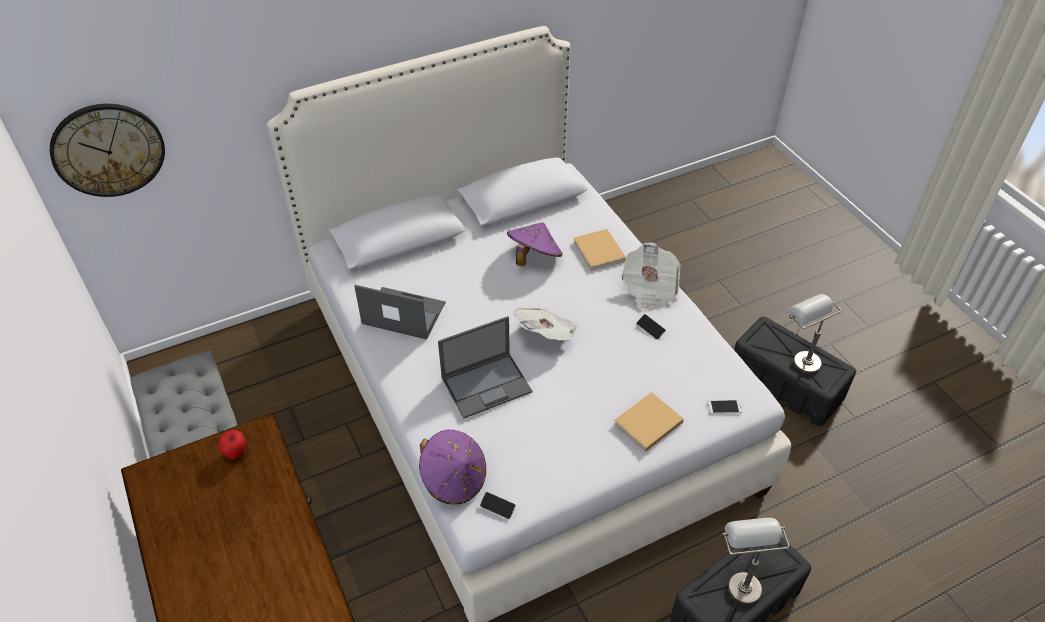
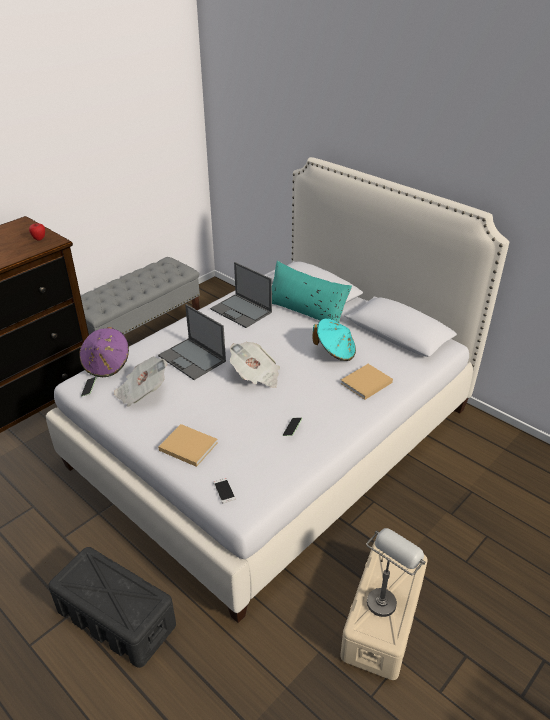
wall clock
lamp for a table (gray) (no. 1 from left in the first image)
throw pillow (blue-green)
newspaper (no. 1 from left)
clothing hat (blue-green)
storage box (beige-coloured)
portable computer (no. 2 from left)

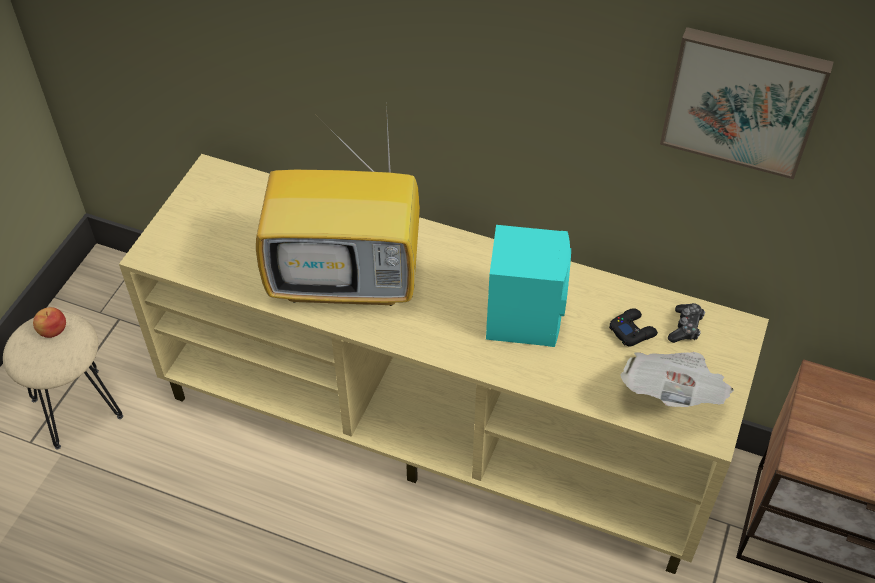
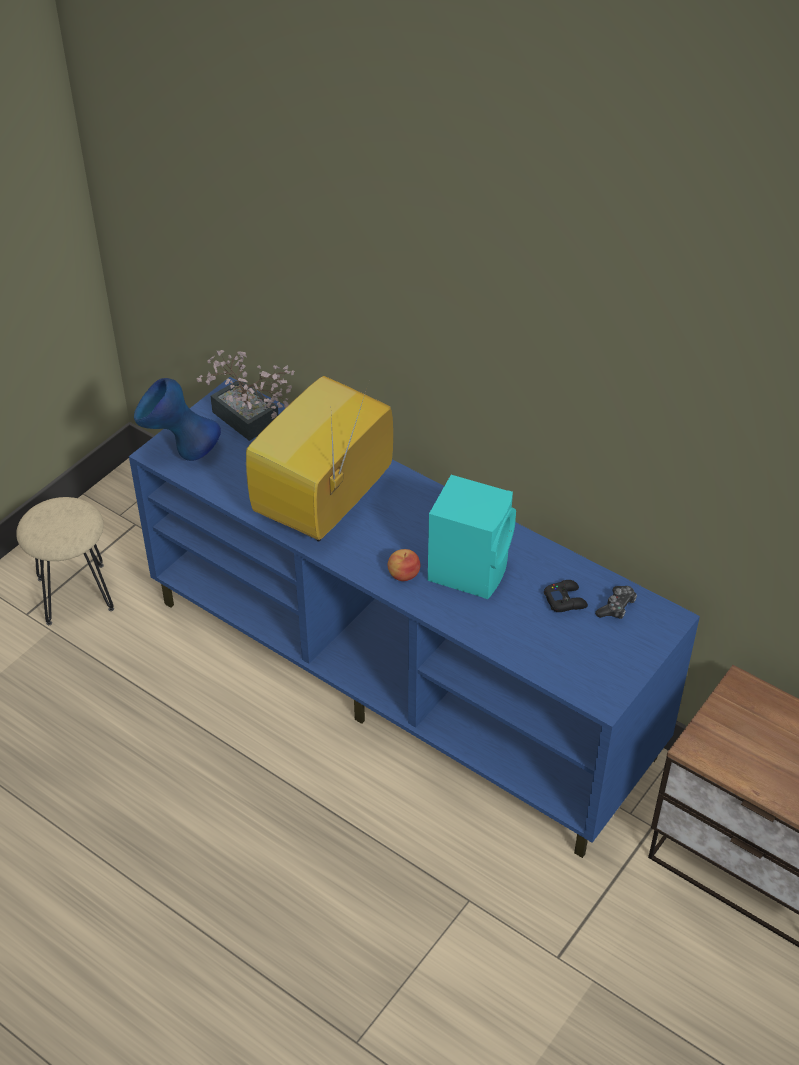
newspaper
wall picture
flower vase (bluish)
houseplant
apple fruit
tv stand (bluish)
TV

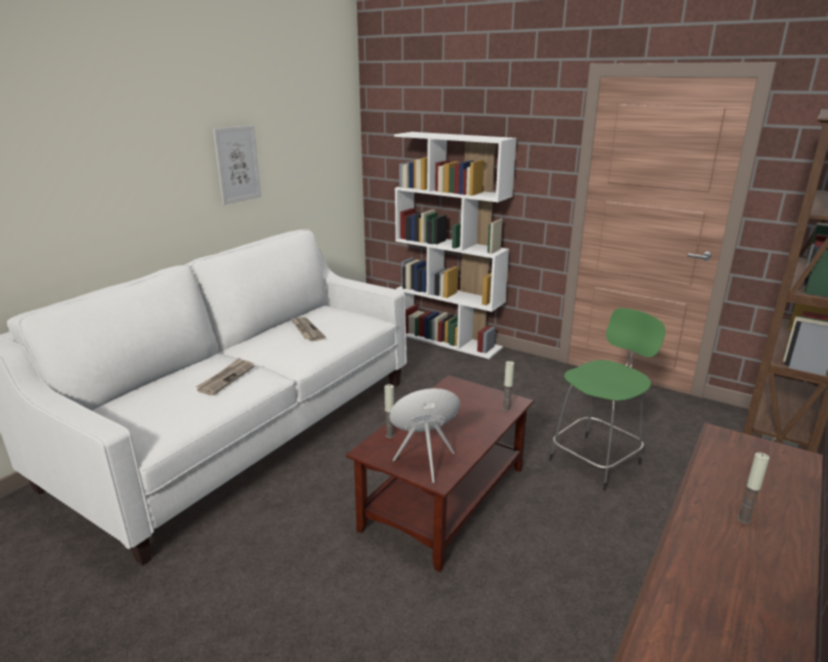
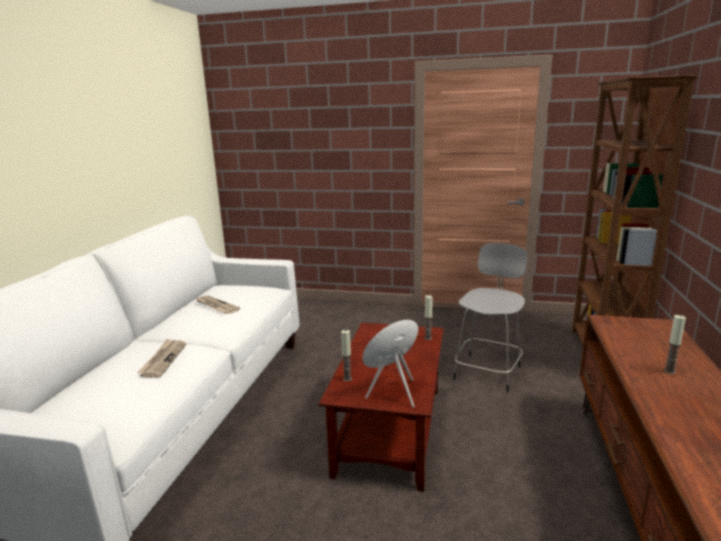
wall picture
bookshelf (white-coloured)
sitting stool (gray)

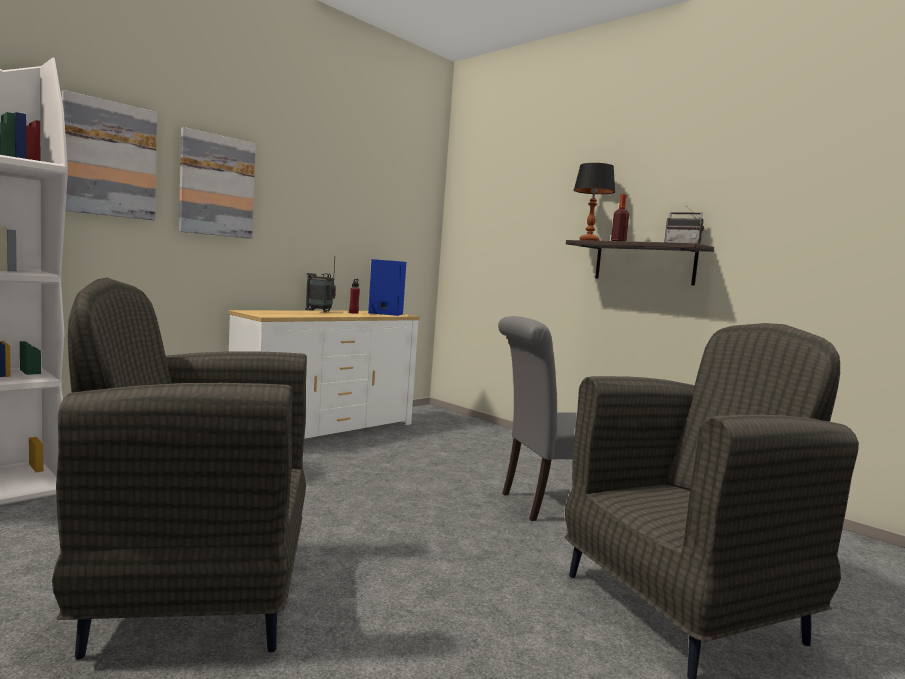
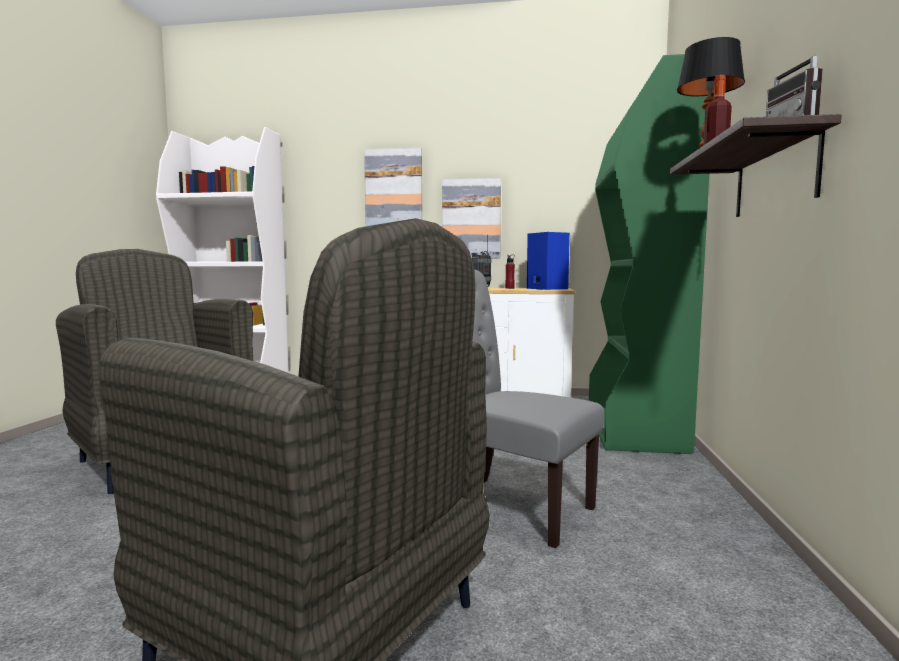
bookshelf (green)
wall picture (no. 2 from left)

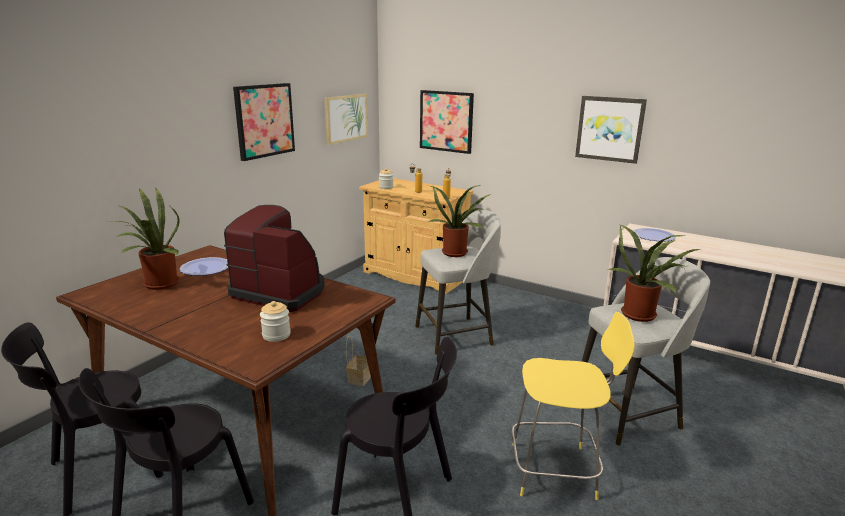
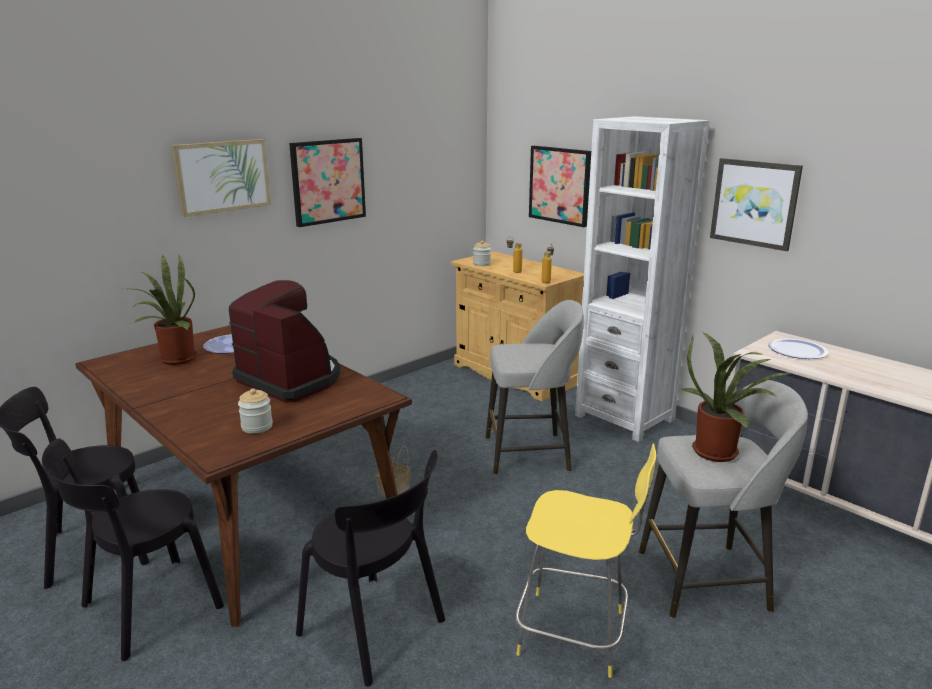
houseplant (no. 2 from left in the first image)
bookshelf (white-coloured)
wall picture (no. 1 from left)

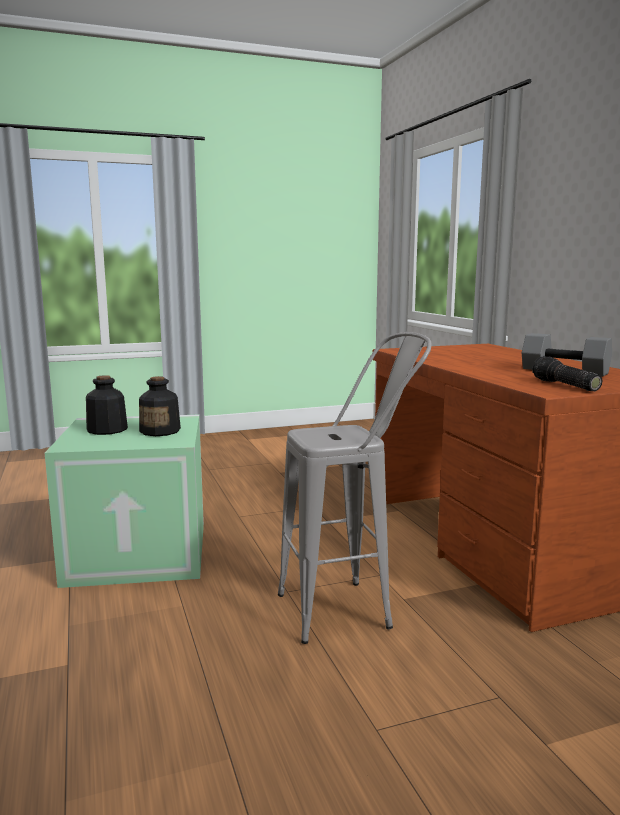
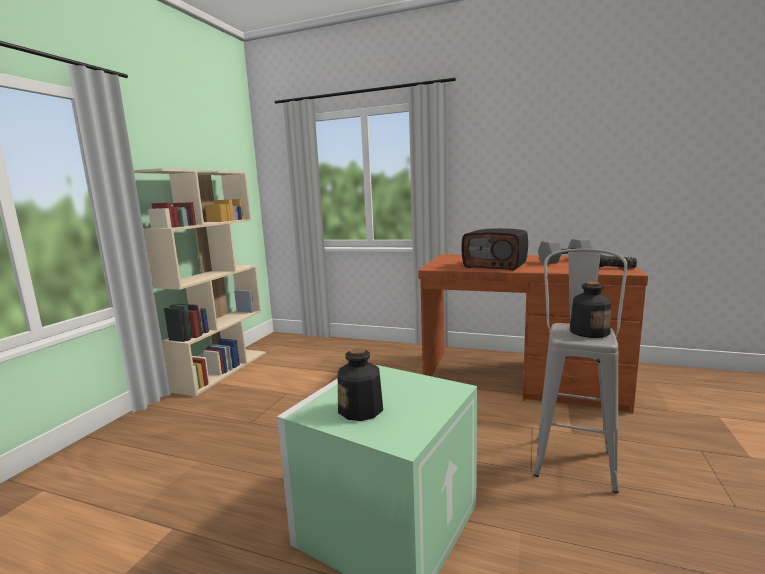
bookshelf (beige-coloured)
radio receiver
bottle (no. 2 from left)

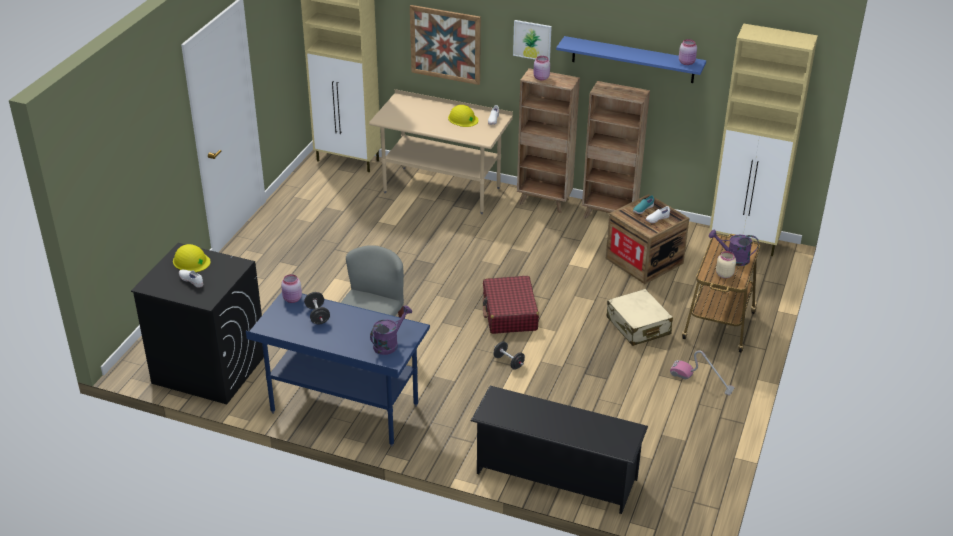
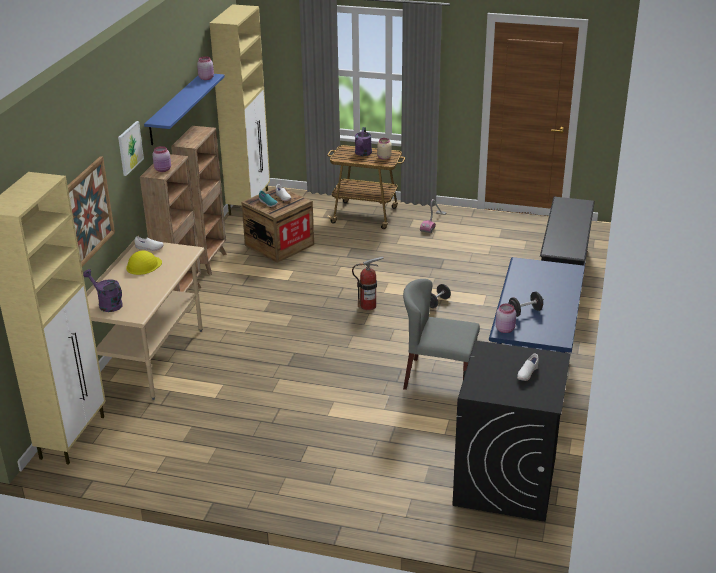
safety helmet (yellowish) (no. 1 from left in the first image)
piece of luggage (beige-coloured)
sprinkling can (purplish) (no. 1 from left)
extinguisher

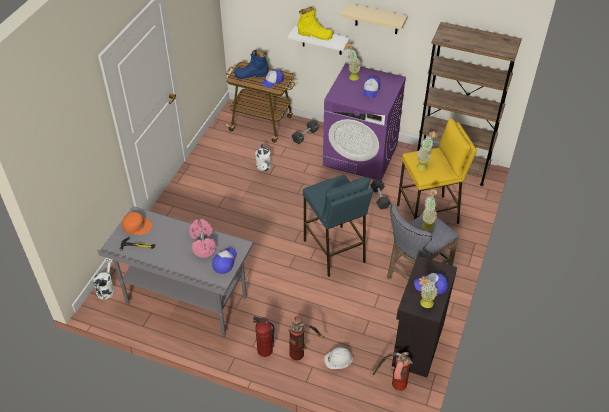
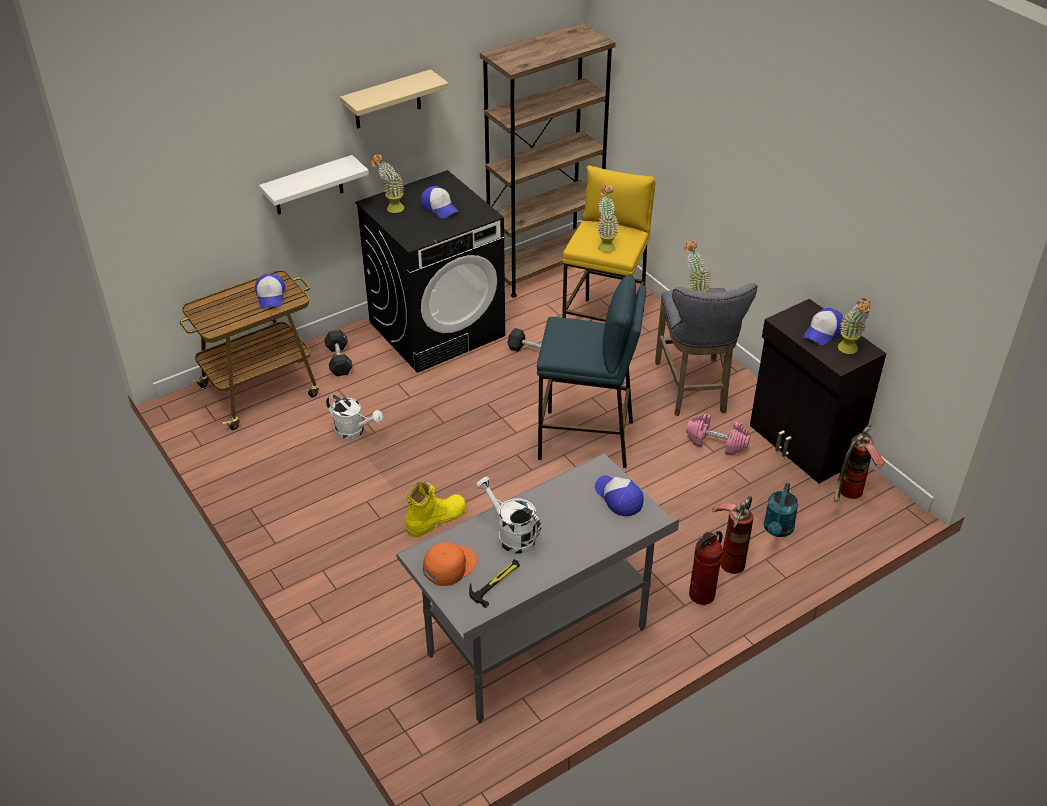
boot (bluish)
sprinkling can (white-coloured) (no. 2 from left)
hand weight (pink)
boot (yellowish)
sprinkling can (blue-green)
laundry machine (black-coloured)

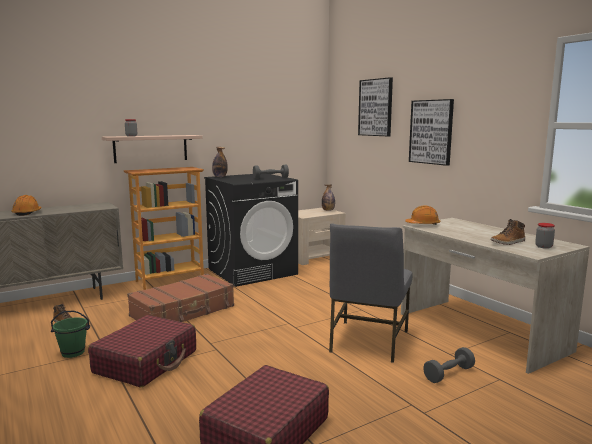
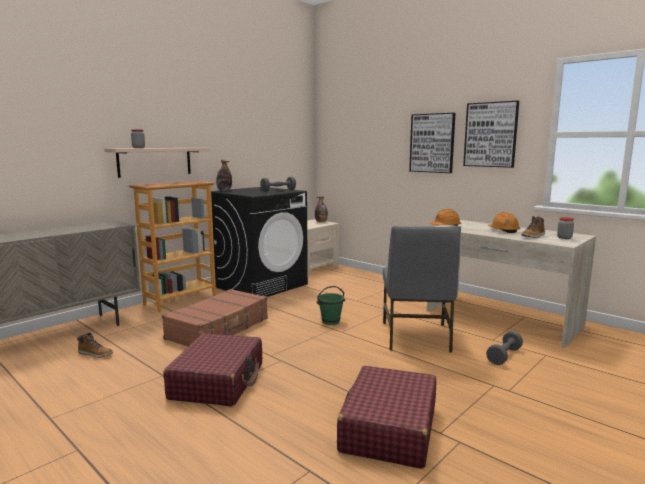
safety helmet (orange-coloured) (no. 2 from left)
water bucket (green)
wall picture (no. 2 from left)

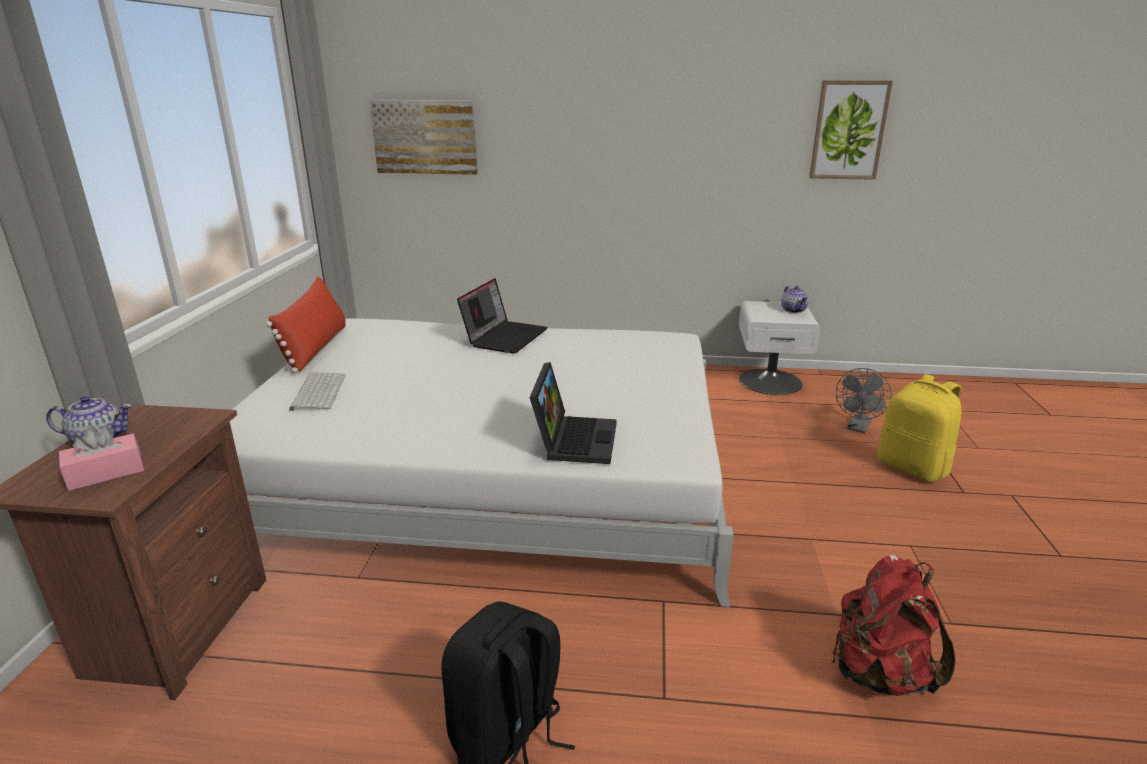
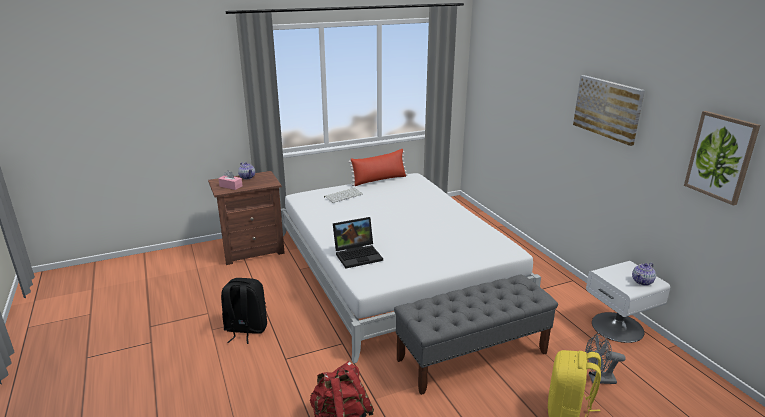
portable computer (no. 1 from left in the first image)
long seat (gray)
wall picture (no. 1 from left)

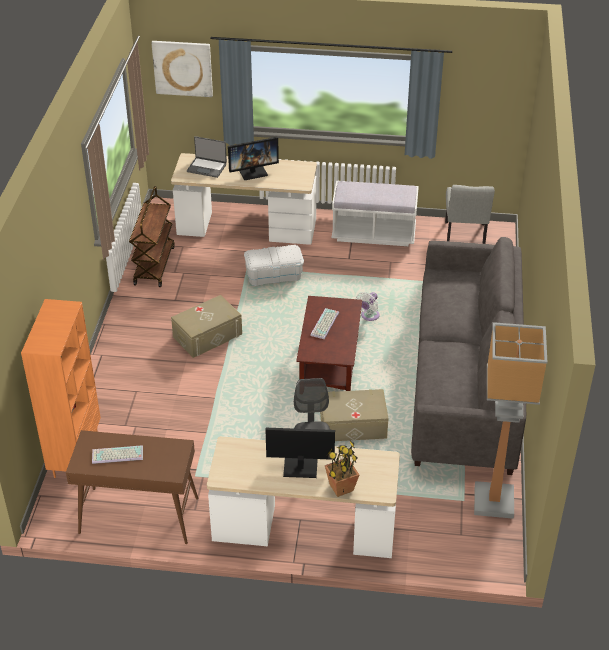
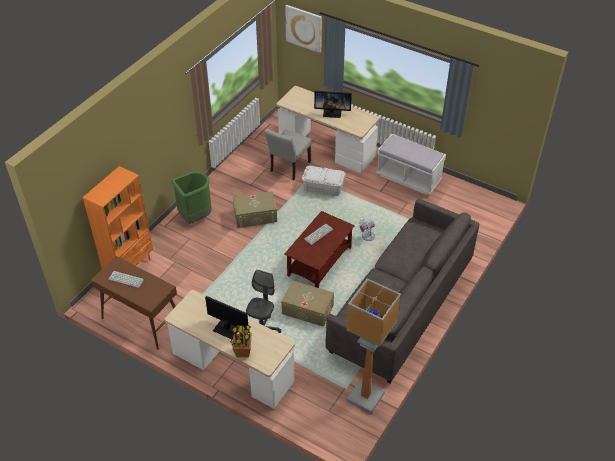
cart (brownish)
portable computer
waste bin (green)
plain chair (gray)

